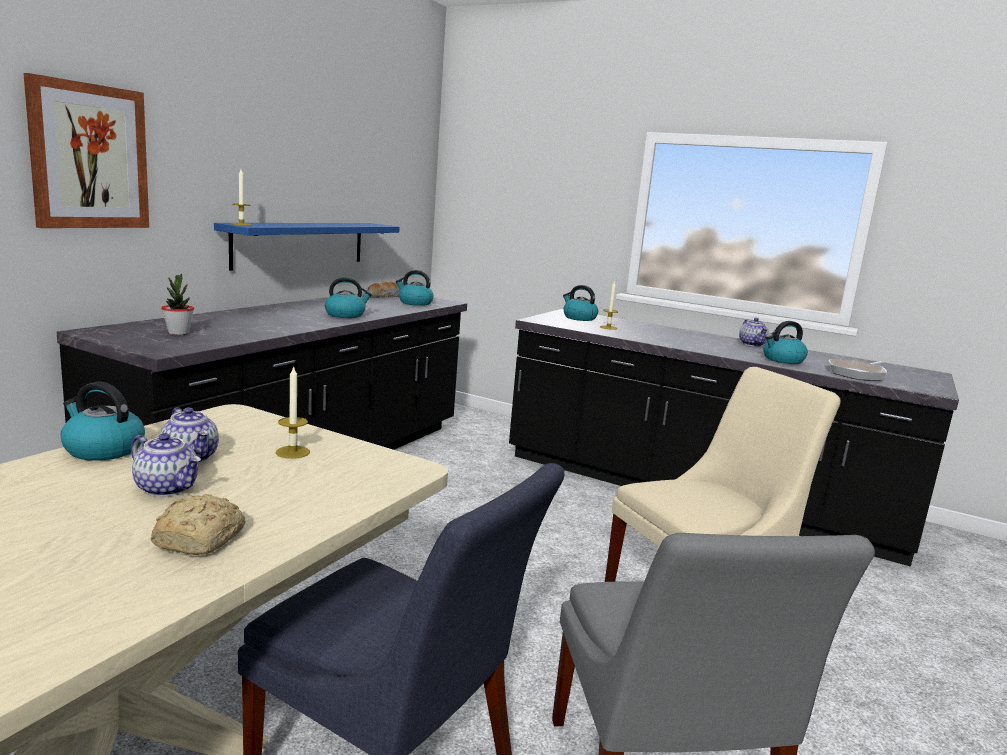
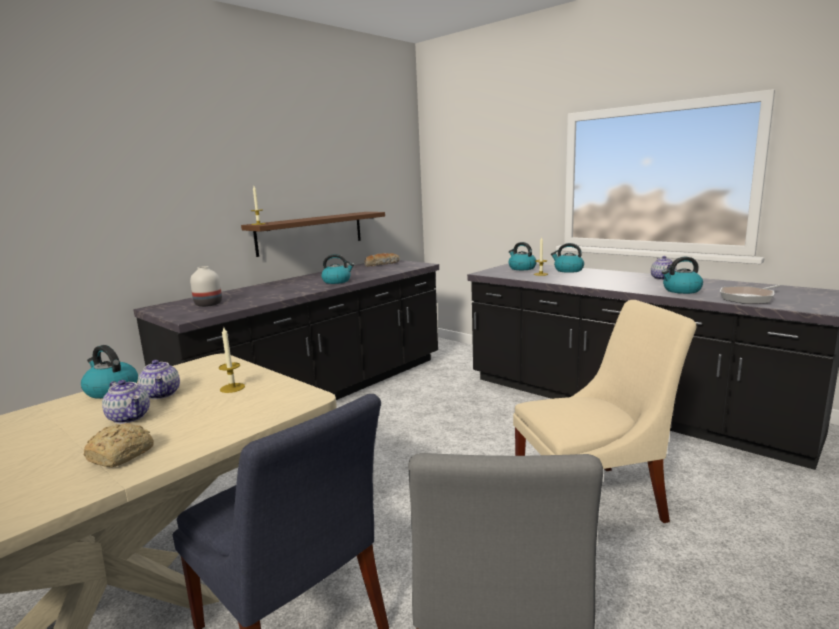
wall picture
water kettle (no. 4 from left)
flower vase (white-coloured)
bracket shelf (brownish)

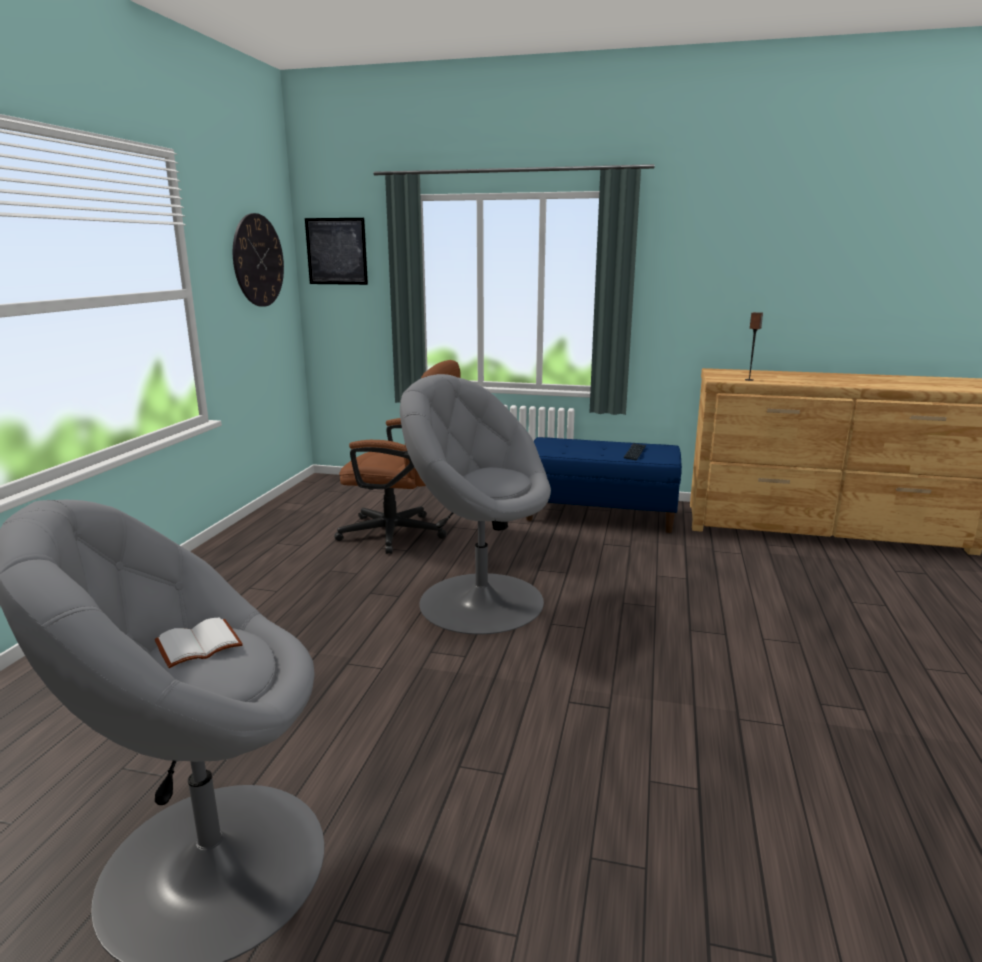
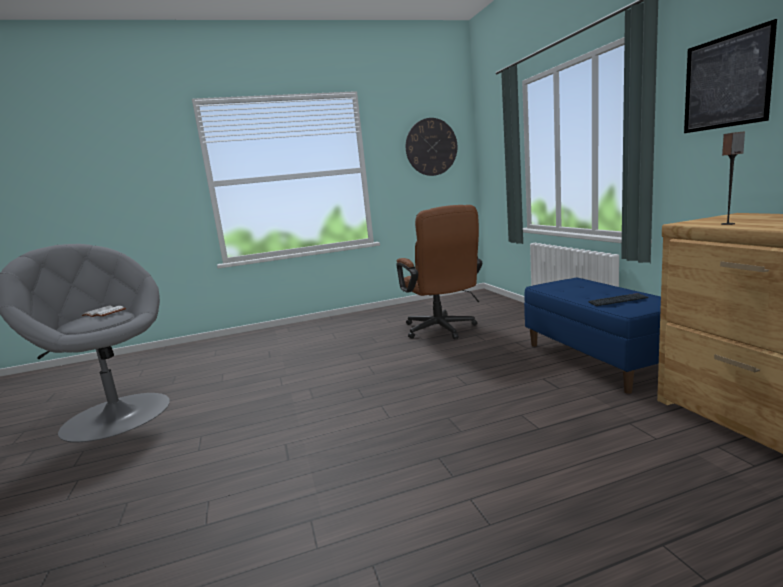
armchair (gray) (no. 2 from left in the first image)
wall picture

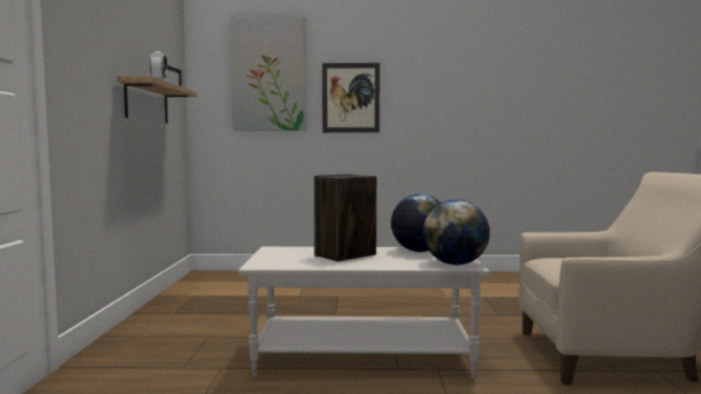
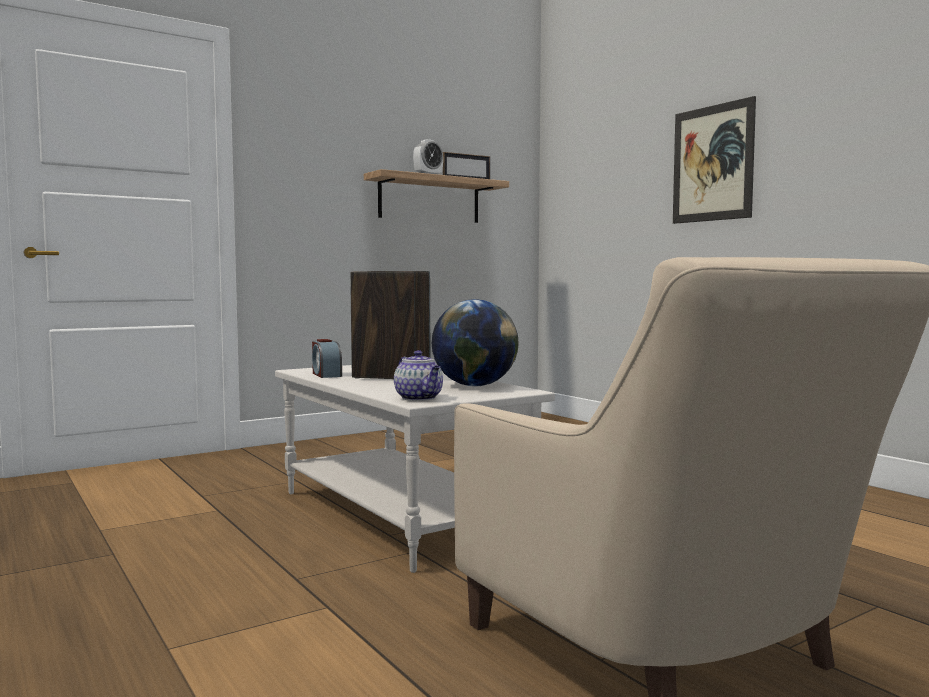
wall picture (no. 1 from left in the first image)
bedside clock (no. 1 from left)
tea pot

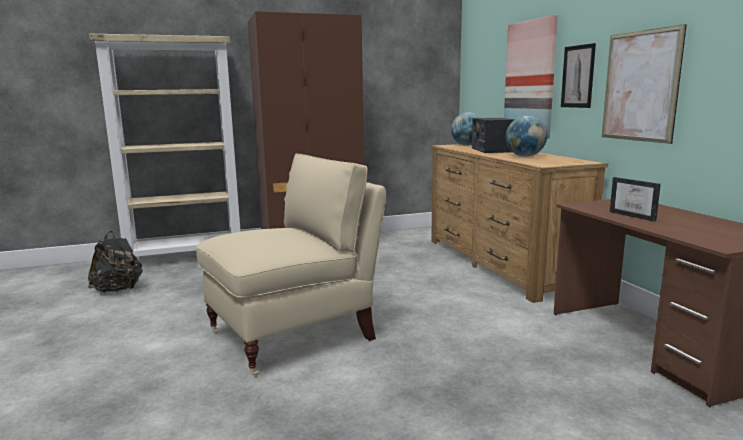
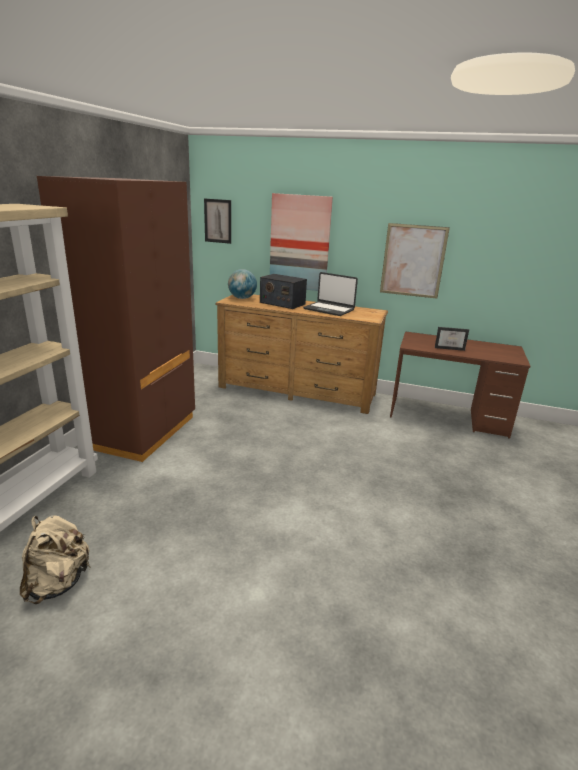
plain chair (beige-coloured)
wall picture (no. 1 from left)
portable computer
backpack (beige-coloured)

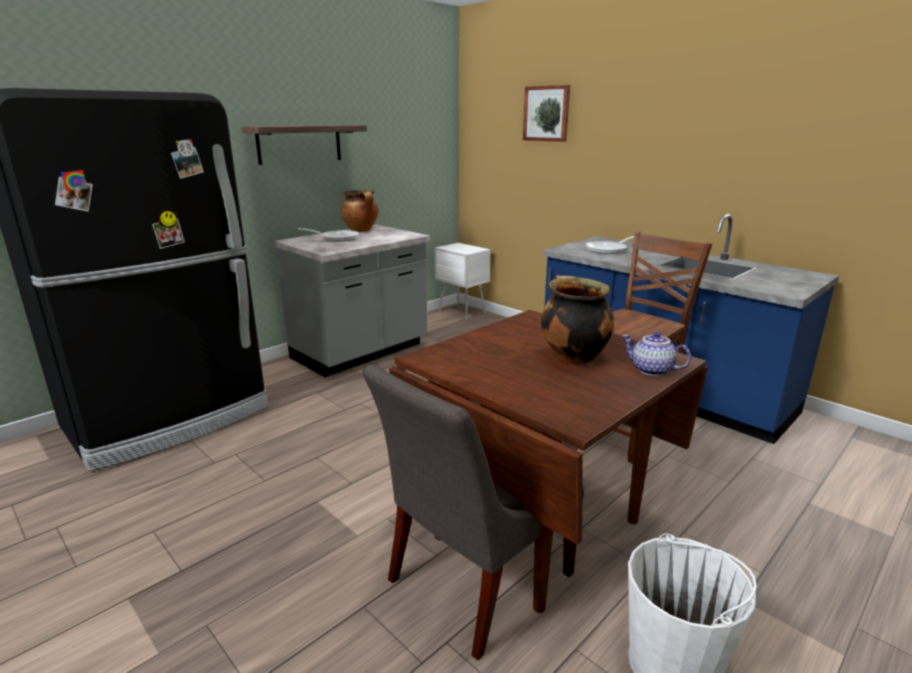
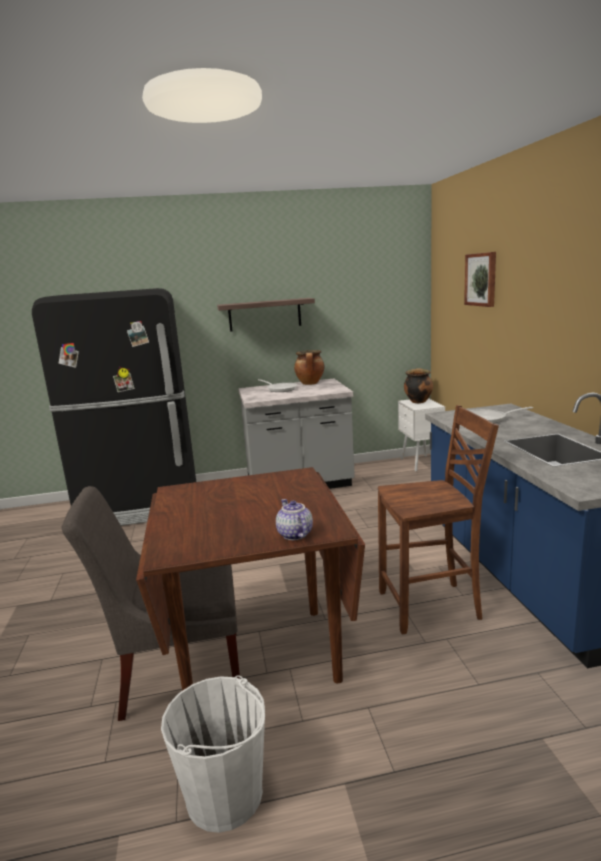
stockpot (no. 2 from left)

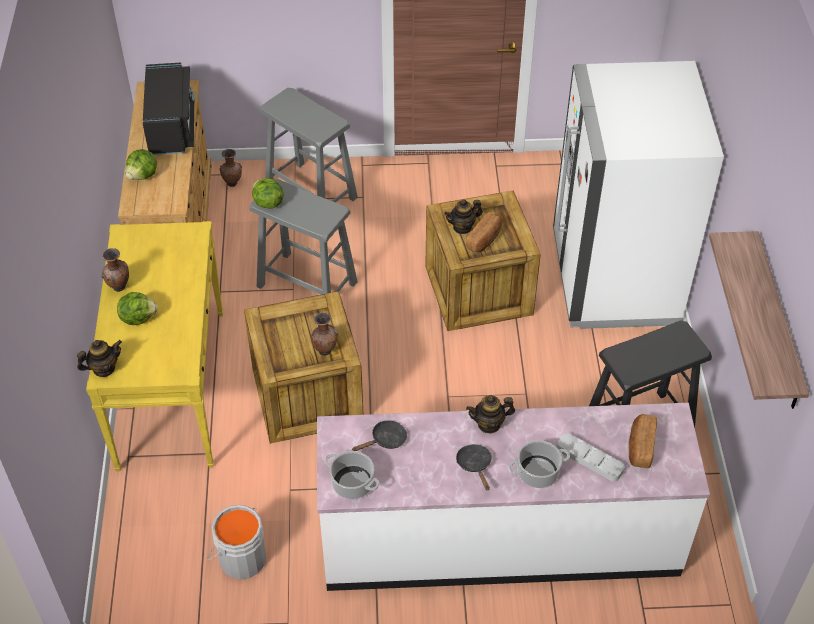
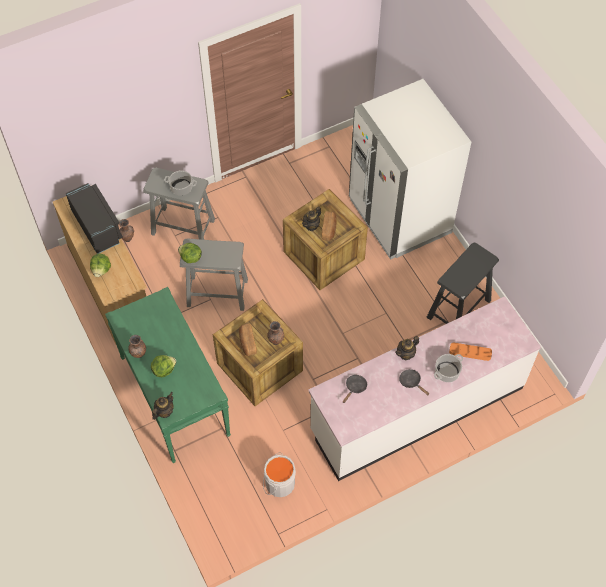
bracket shelf
stockpot (no. 1 from left)
bread (no. 1 from left)
hall table (green)
tray (orange-coloured)

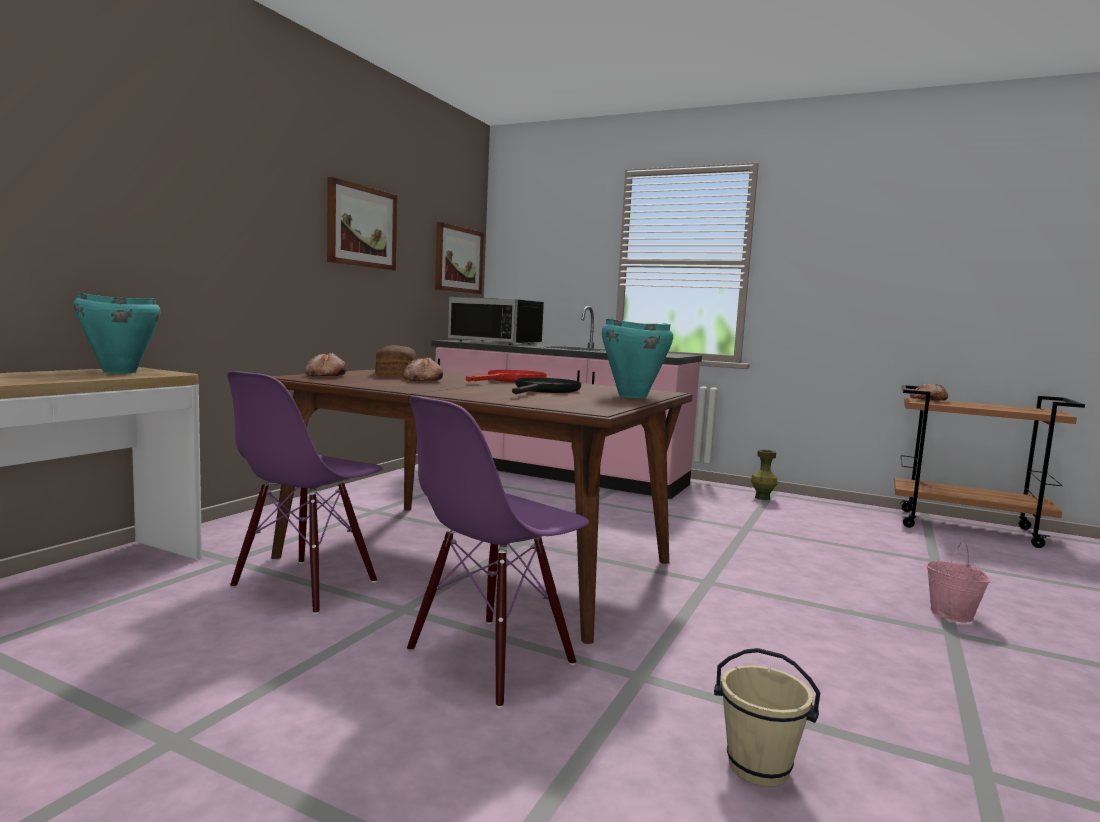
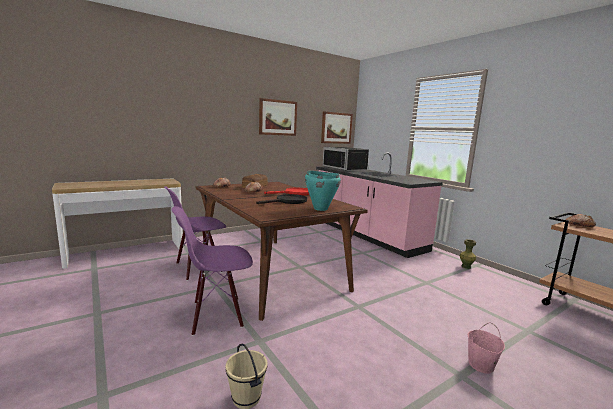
stockpot (blue-green) (no. 1 from left in the first image)

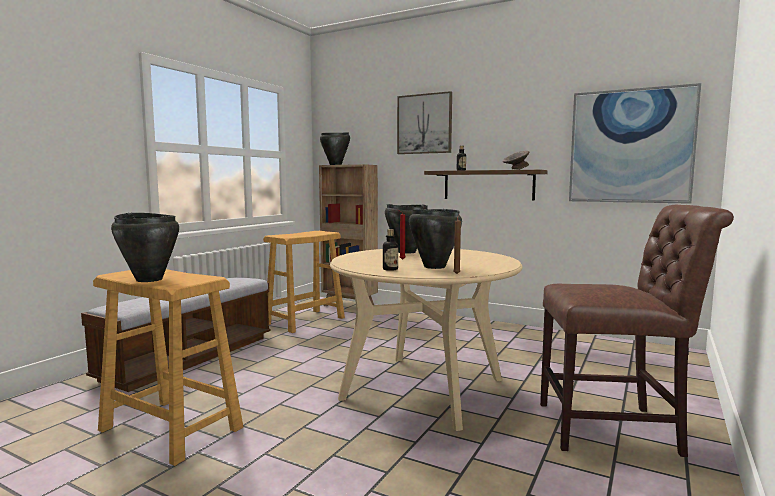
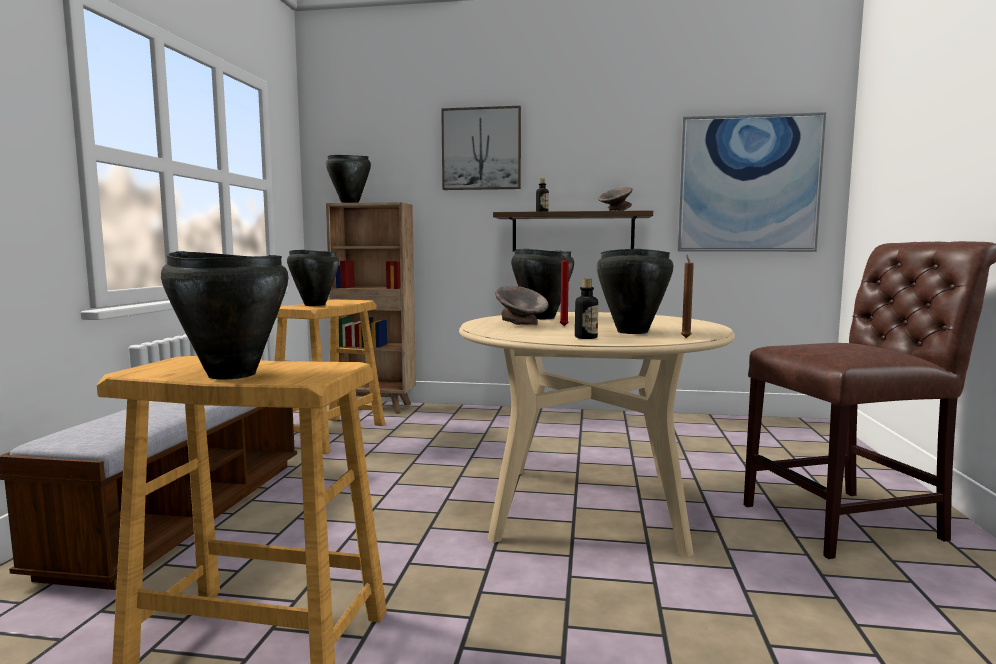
stockpot (black-coloured) (no. 2 from left)
deep dish (gray) (no. 1 from left)

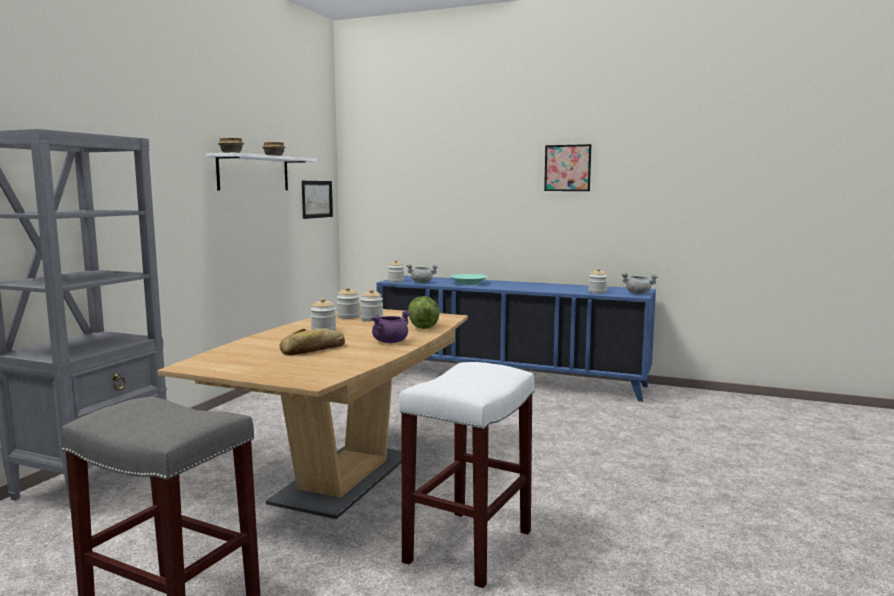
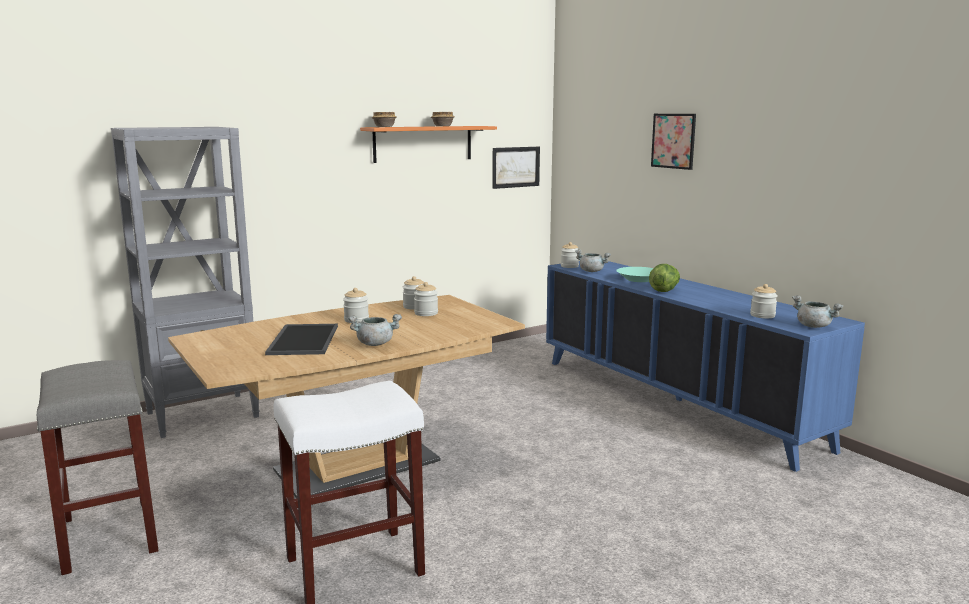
head of lettuce
wall picture (no. 2 from left)
tray
bracket shelf (orange-coloured)
stockpot (gray) (no. 1 from left)

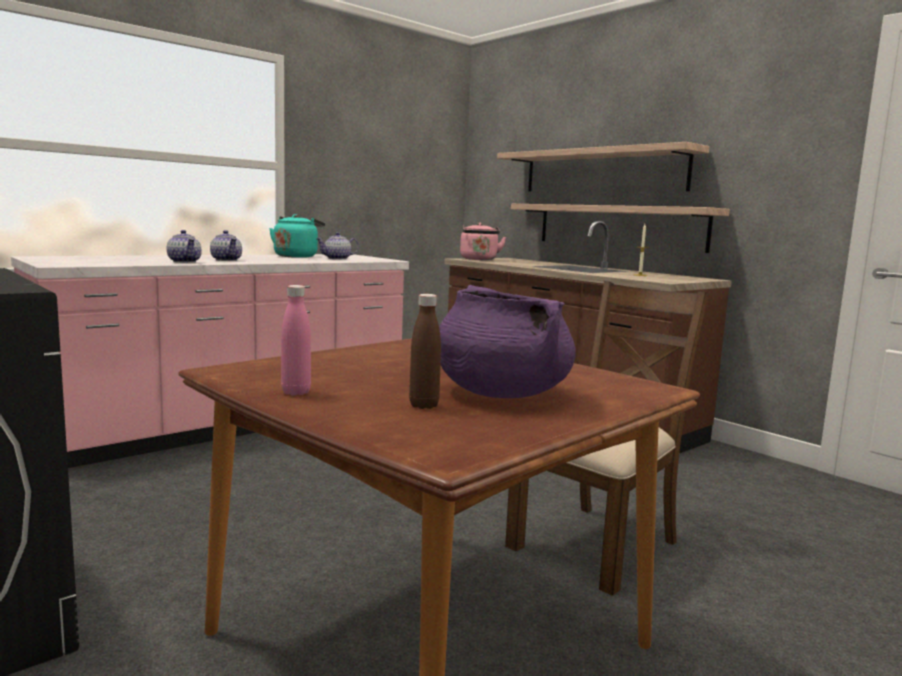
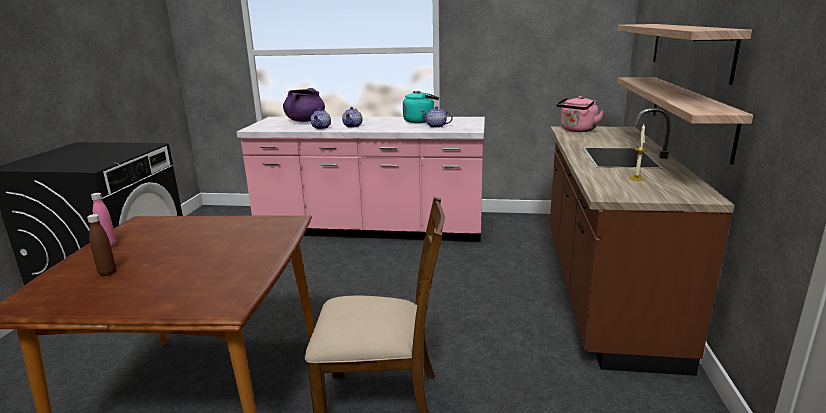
stockpot (purplish)

